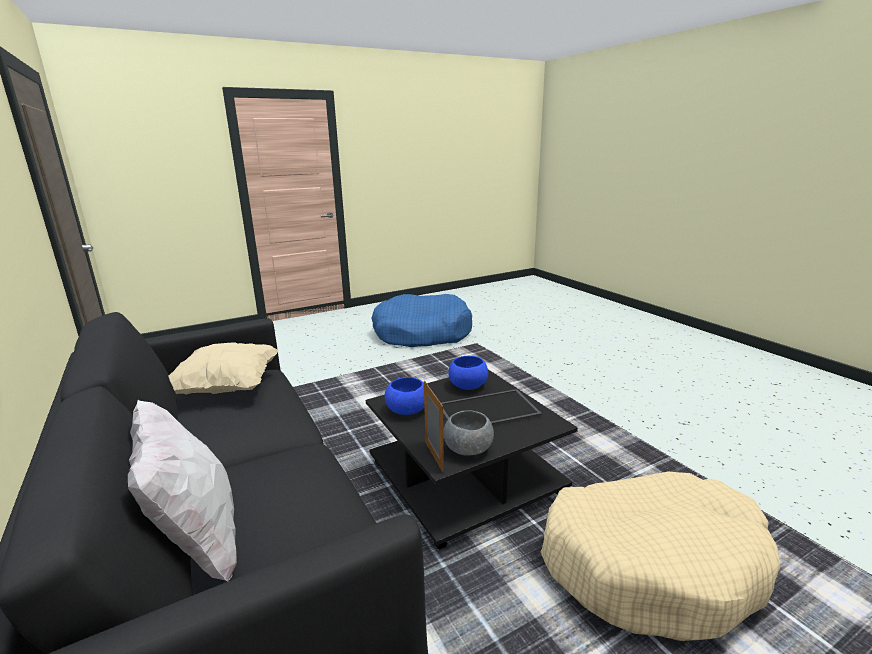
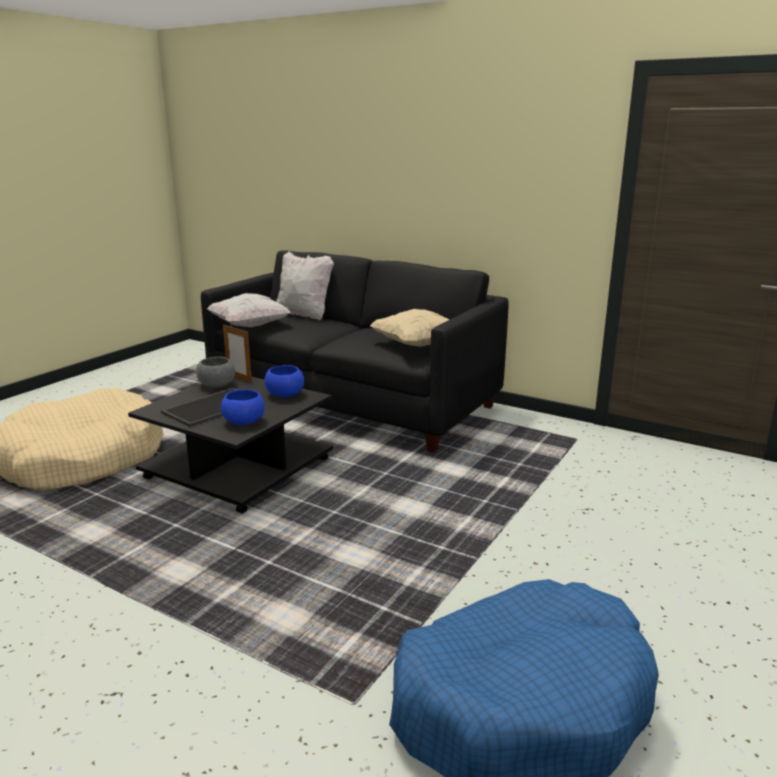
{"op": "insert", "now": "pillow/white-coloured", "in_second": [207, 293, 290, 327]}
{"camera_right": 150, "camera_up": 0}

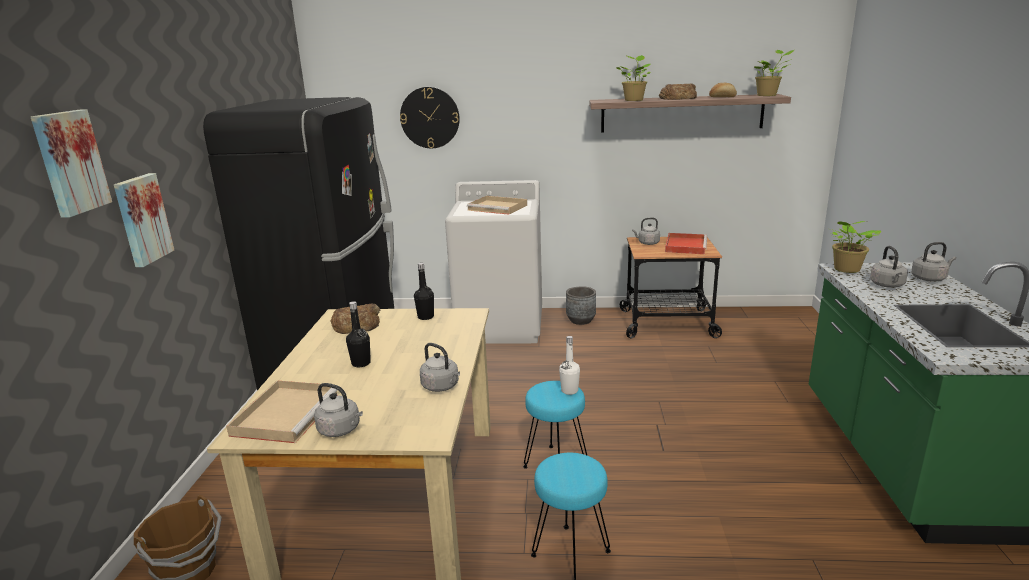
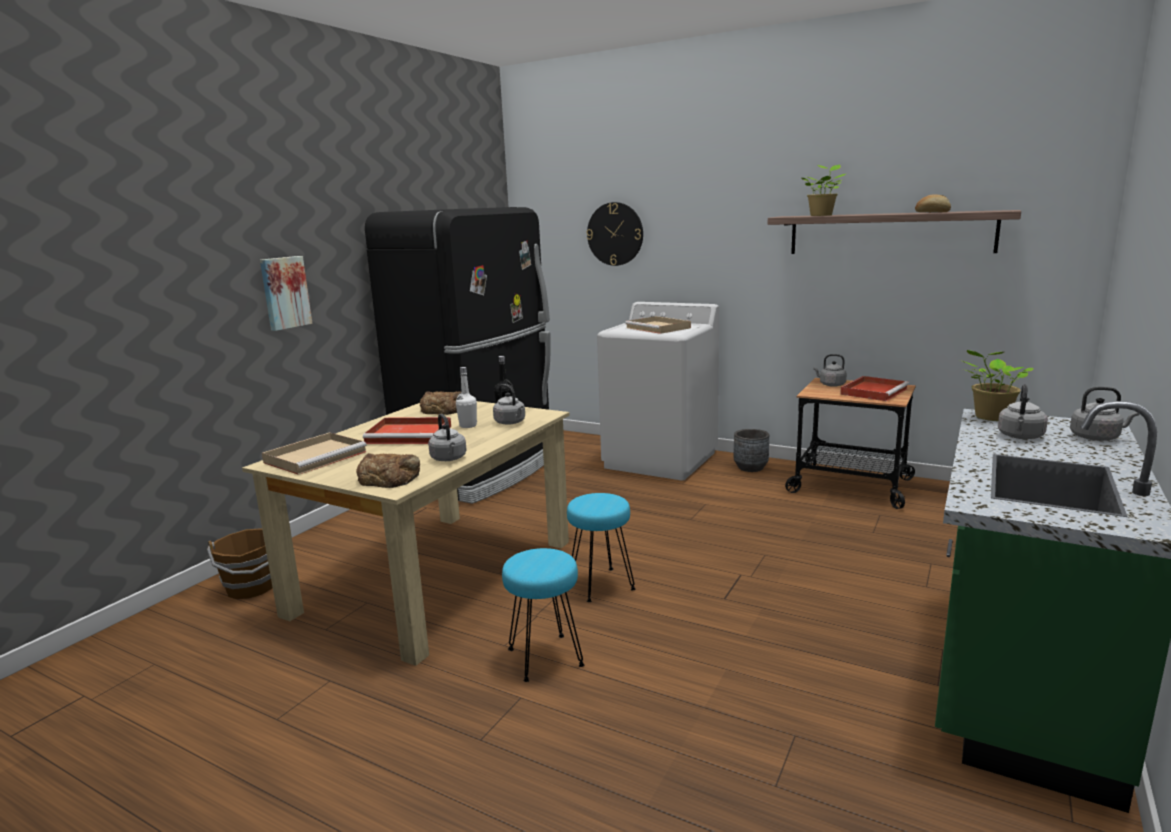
{"op": "delete", "was": "houseplant", "in_first": [754, 50, 794, 96]}
{"op": "move", "was": "baked bread", "in_first": [659, 84, 697, 100], "in_second": [356, 453, 420, 488]}
{"op": "delete", "was": "wall picture", "in_first": [31, 109, 112, 218]}
{"op": "replace", "was": "beverage bottle/black-coloured", "now": "tray/reddish", "in_first": [346, 301, 371, 367], "in_second": [363, 417, 451, 444]}
{"op": "move", "was": "beverage bottle/white-coloured", "in_first": [559, 336, 580, 395], "in_second": [456, 367, 477, 428]}
{"op": "move", "was": "water kettle/greyish", "in_first": [314, 383, 363, 437], "in_second": [493, 384, 525, 425]}
{"camera_right": 25, "camera_up": -5}

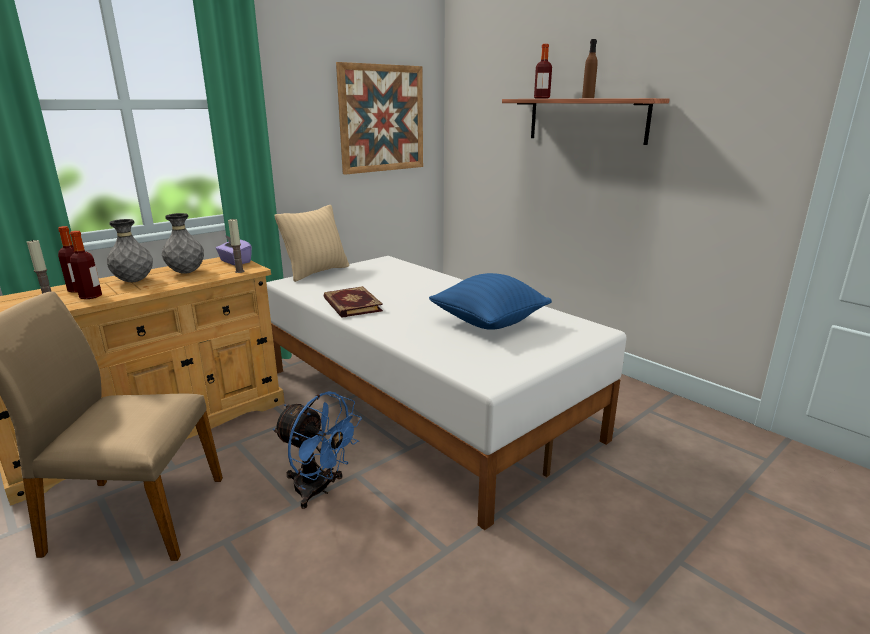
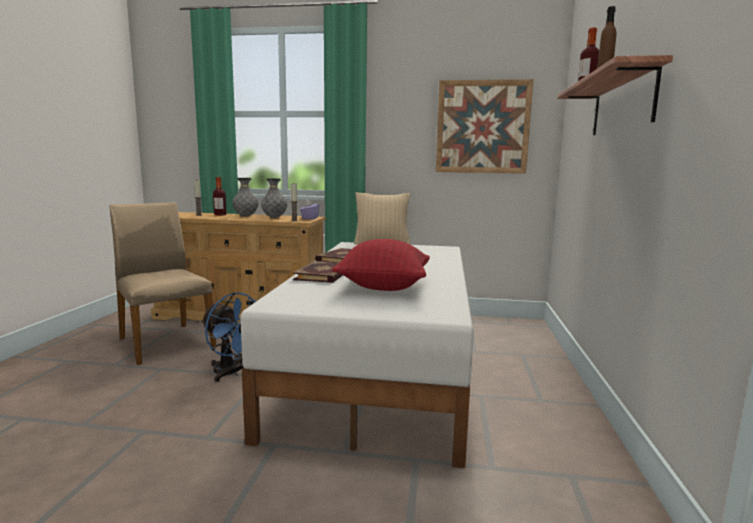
{"op": "delete", "was": "beverage bottle", "in_first": [70, 231, 102, 299]}
{"op": "recolor", "was": "pillow/bluish", "now": "pillow/reddish", "in_first": [429, 273, 552, 330], "in_second": [332, 239, 430, 291]}
{"op": "rotate", "was": "cooling fan/bluish", "in_first": [273, 391, 362, 509], "in_second": [201, 292, 257, 382], "clockwise": -45}
{"op": "insert", "now": "volume", "in_second": [293, 261, 343, 283]}
{"camera_right": 50, "camera_up": -10}

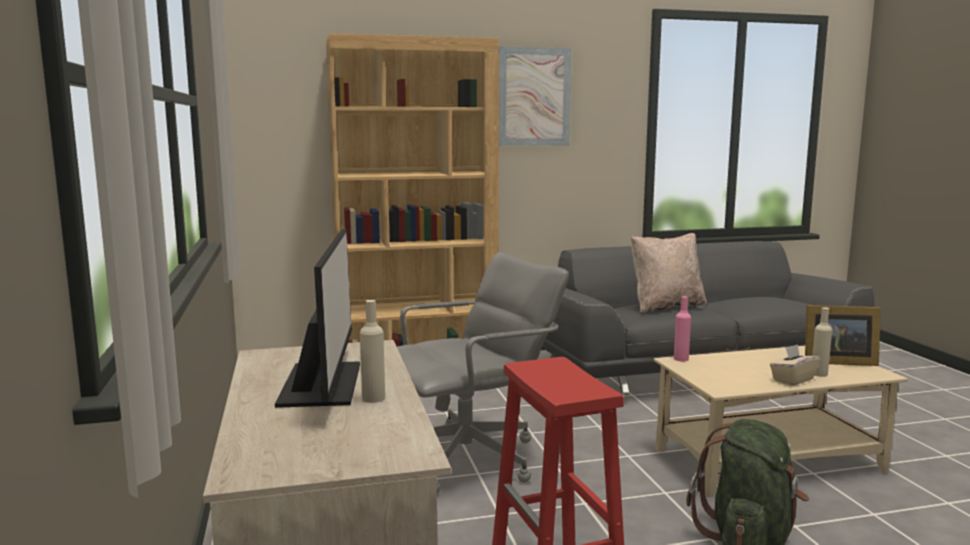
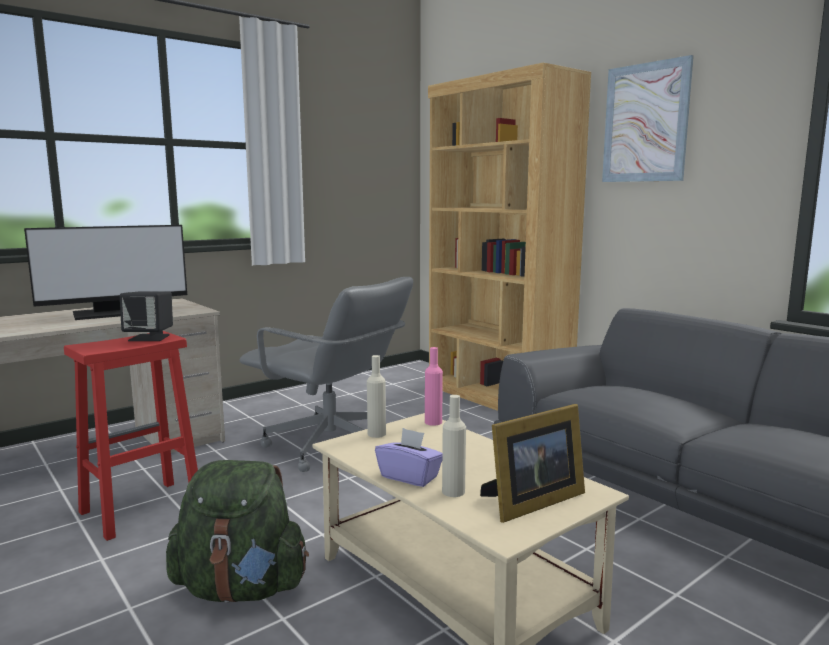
{"op": "delete", "was": "pillow/sand-coloured", "in_first": [631, 233, 707, 313]}
{"op": "move", "was": "beverage bottle/sand-coloured", "in_first": [360, 300, 385, 403], "in_second": [367, 355, 386, 438]}
{"op": "rotate", "was": "standing frame", "in_first": [805, 305, 881, 366], "in_second": [480, 404, 585, 523], "clockwise": -105}
{"op": "recolor", "was": "box of tissues/sand-coloured", "now": "box of tissues/purple-coloured", "in_first": [770, 344, 820, 386], "in_second": [375, 428, 442, 487]}
{"op": "insert", "now": "speaker/black-coloured", "in_second": [120, 292, 173, 341]}
{"camera_right": 65, "camera_up": 0}

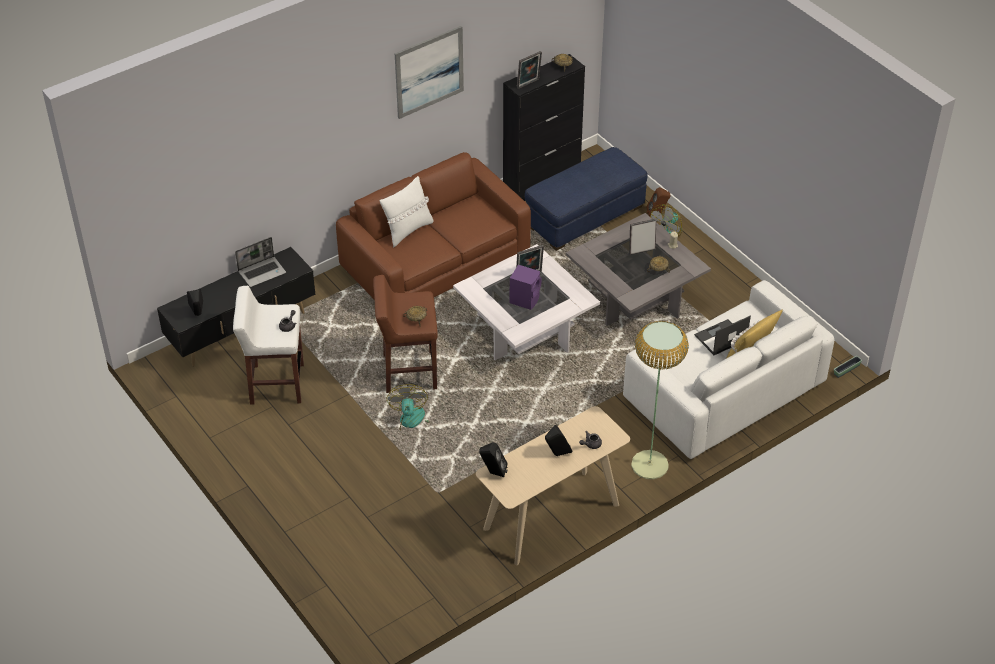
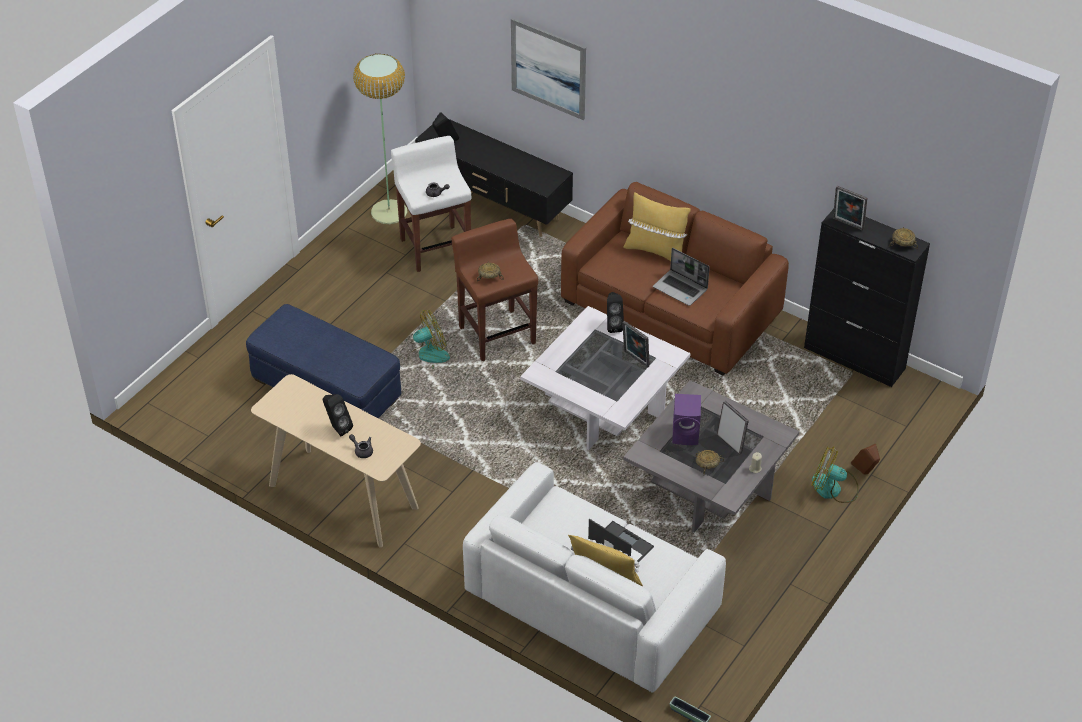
{"op": "move", "was": "wall picture", "in_first": [395, 26, 464, 119], "in_second": [511, 18, 586, 120]}
{"op": "move", "was": "ottoman/bluish", "in_first": [525, 147, 648, 251], "in_second": [246, 304, 402, 418]}
{"op": "recolor", "was": "pillow/white-coloured", "now": "pillow/yellowish", "in_first": [380, 176, 434, 247], "in_second": [623, 192, 691, 261]}
{"op": "move", "was": "portable computer", "in_first": [235, 237, 286, 287], "in_second": [653, 248, 710, 306]}
{"op": "move", "was": "speaker/purple-coloured", "in_first": [510, 265, 541, 310], "in_second": [672, 394, 701, 445]}
{"op": "move", "was": "standing lamp", "in_first": [631, 321, 689, 479], "in_second": [353, 54, 408, 224]}
{"op": "move", "was": "speaker/black-coloured", "in_first": [479, 442, 508, 477], "in_second": [607, 292, 624, 333]}
{"camera_right": 70, "camera_up": 0}

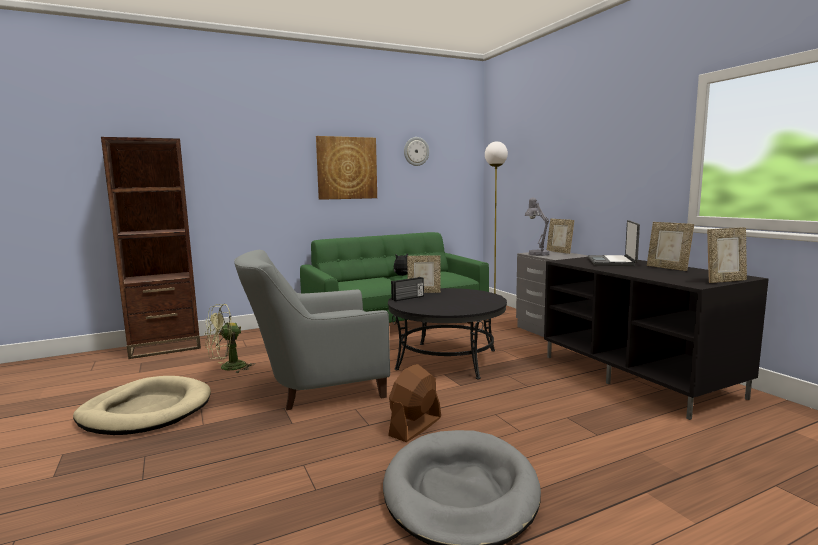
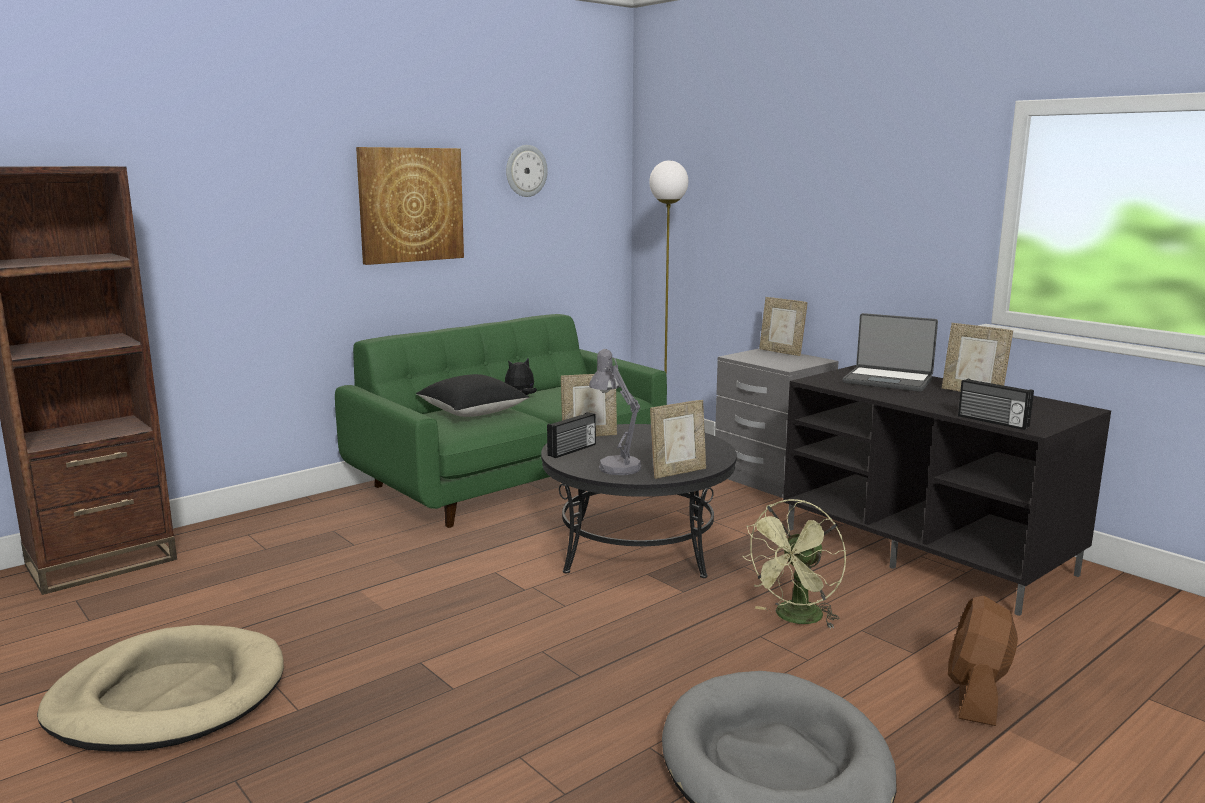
{"op": "move", "was": "tabletop lamp/greyish", "in_first": [525, 197, 550, 256], "in_second": [589, 349, 641, 475]}
{"op": "rotate", "was": "portable computer", "in_first": [588, 220, 640, 266], "in_second": [843, 313, 938, 392], "clockwise": -60}
{"op": "move", "was": "standing frame", "in_first": [707, 227, 747, 283], "in_second": [650, 400, 706, 479]}
{"op": "delete", "was": "easy chair/greyish", "in_first": [234, 250, 390, 410]}
{"op": "move", "was": "cooling fan/green", "in_first": [205, 304, 255, 373], "in_second": [742, 499, 846, 629]}
{"op": "move", "was": "cooling fan/brown", "in_first": [388, 364, 441, 442], "in_second": [948, 596, 1018, 726]}
{"op": "insert", "now": "pillow/black-coloured", "in_second": [416, 374, 529, 417]}
{"op": "insert", "now": "radio receiver", "in_second": [958, 379, 1034, 430]}
{"camera_right": -15, "camera_up": 5}

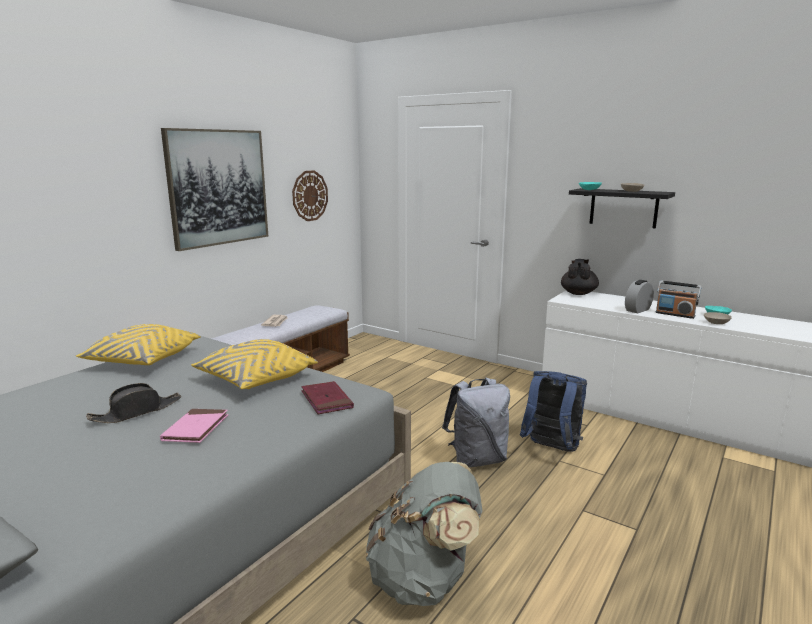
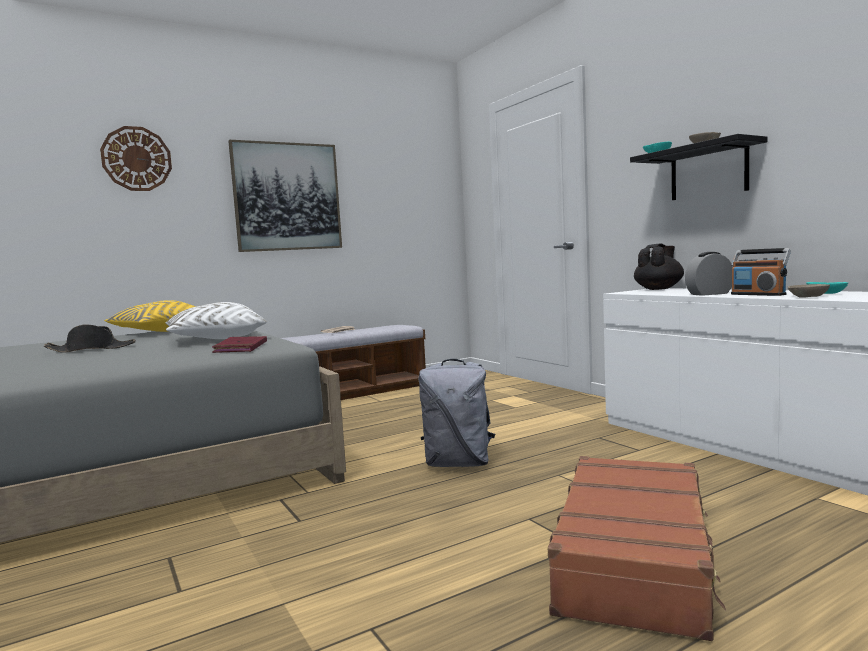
{"op": "move", "was": "hanging clock", "in_first": [292, 170, 328, 221], "in_second": [100, 126, 172, 191]}
{"op": "recolor", "was": "pillow/yellowish", "now": "pillow/white-coloured", "in_first": [191, 339, 318, 389], "in_second": [165, 302, 267, 339]}
{"op": "delete", "was": "rucksack/bluish", "in_first": [520, 371, 587, 451]}
{"op": "delete", "was": "volume/pink", "in_first": [160, 409, 228, 443]}
{"op": "delete", "was": "rucksack/greyish", "in_first": [365, 462, 482, 606]}
{"op": "insert", "now": "suitcase/brown", "in_second": [548, 456, 726, 641]}
{"camera_right": 25, "camera_up": -10}

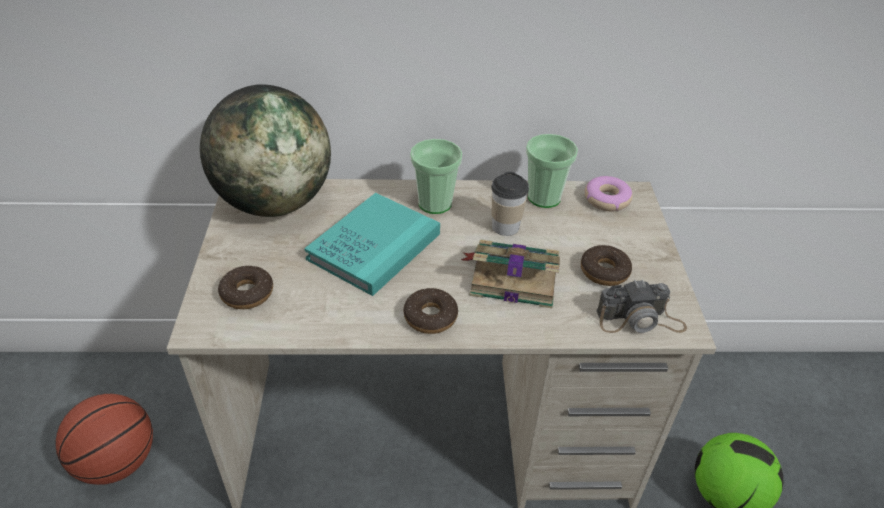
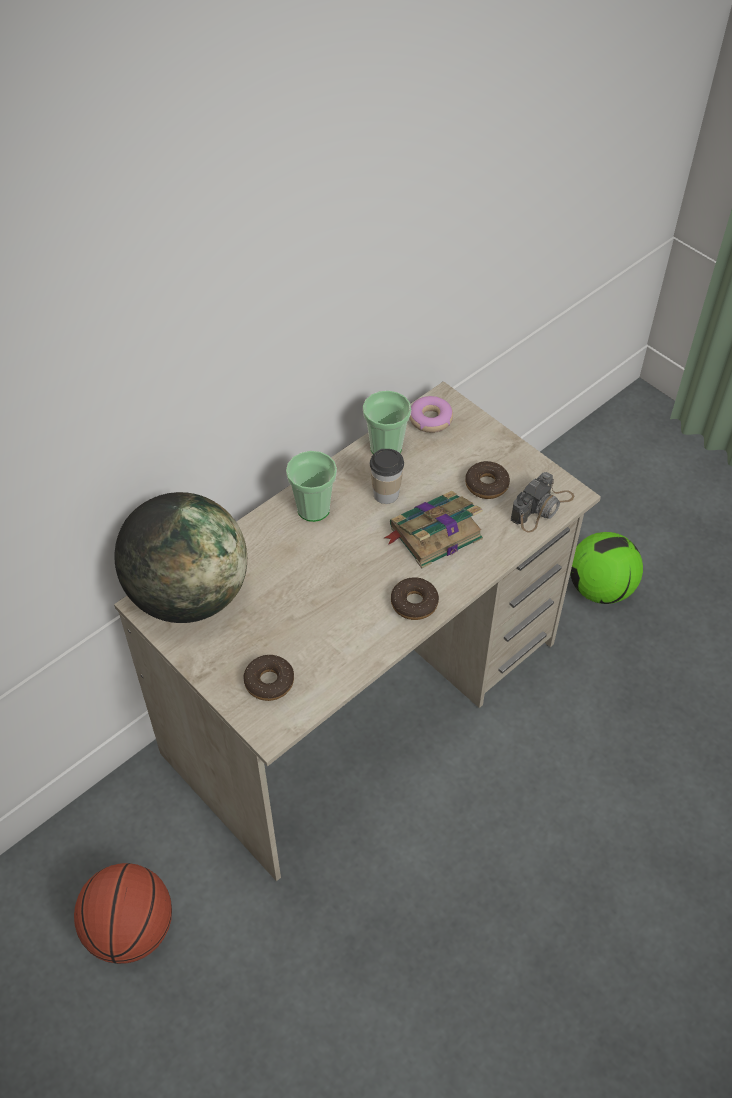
{"op": "delete", "was": "volume/blue-green", "in_first": [304, 193, 440, 296]}
{"camera_right": -40, "camera_up": 10}

